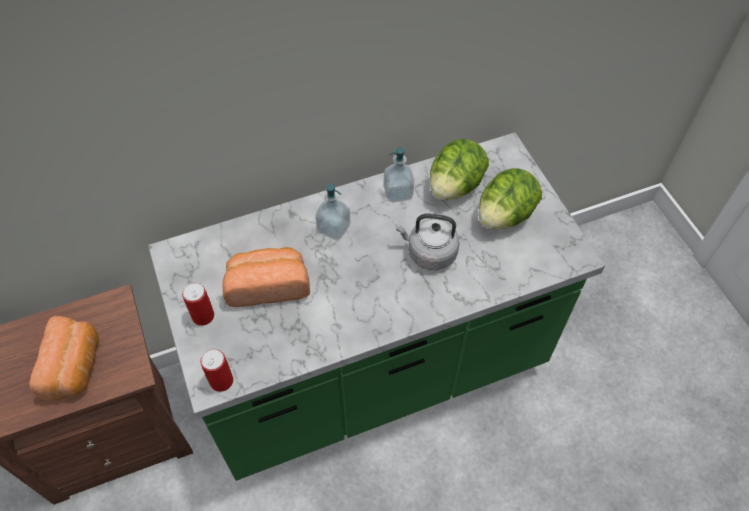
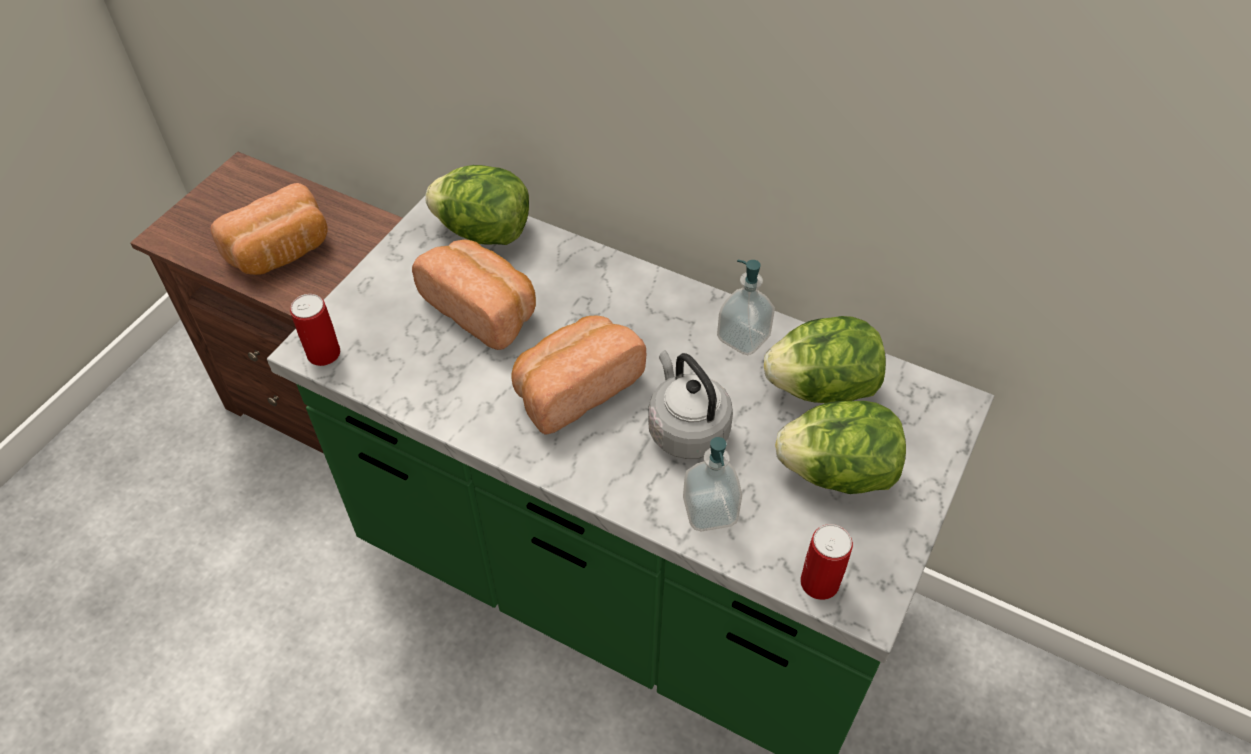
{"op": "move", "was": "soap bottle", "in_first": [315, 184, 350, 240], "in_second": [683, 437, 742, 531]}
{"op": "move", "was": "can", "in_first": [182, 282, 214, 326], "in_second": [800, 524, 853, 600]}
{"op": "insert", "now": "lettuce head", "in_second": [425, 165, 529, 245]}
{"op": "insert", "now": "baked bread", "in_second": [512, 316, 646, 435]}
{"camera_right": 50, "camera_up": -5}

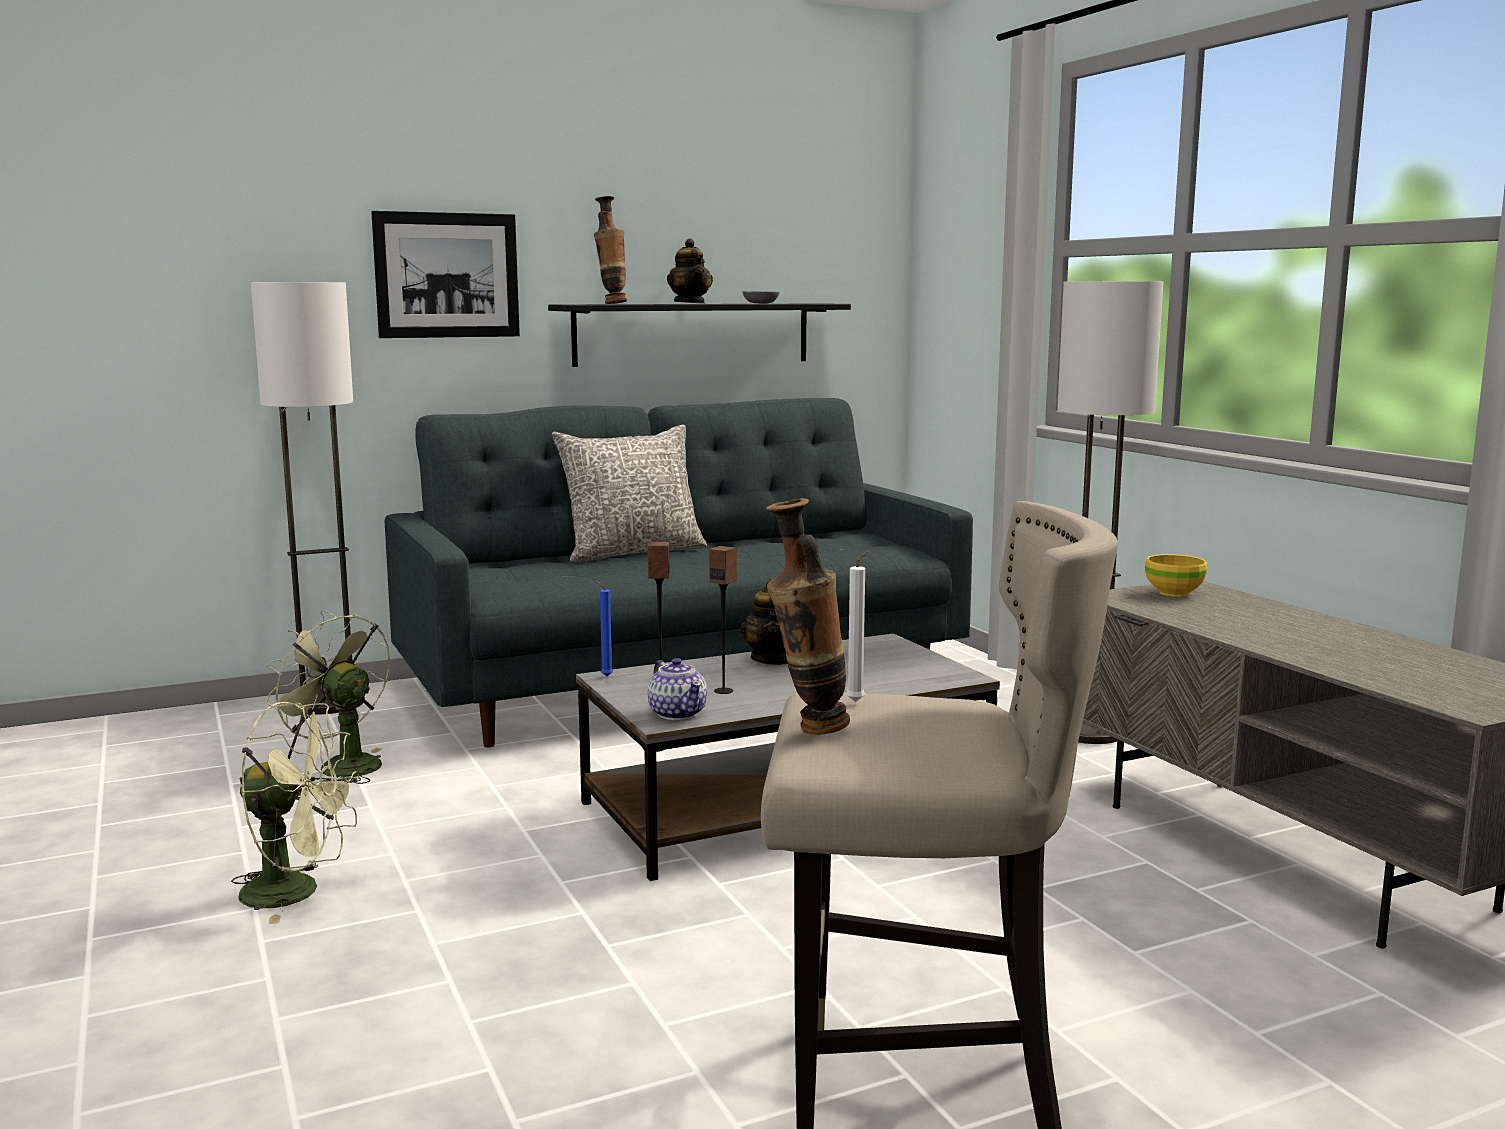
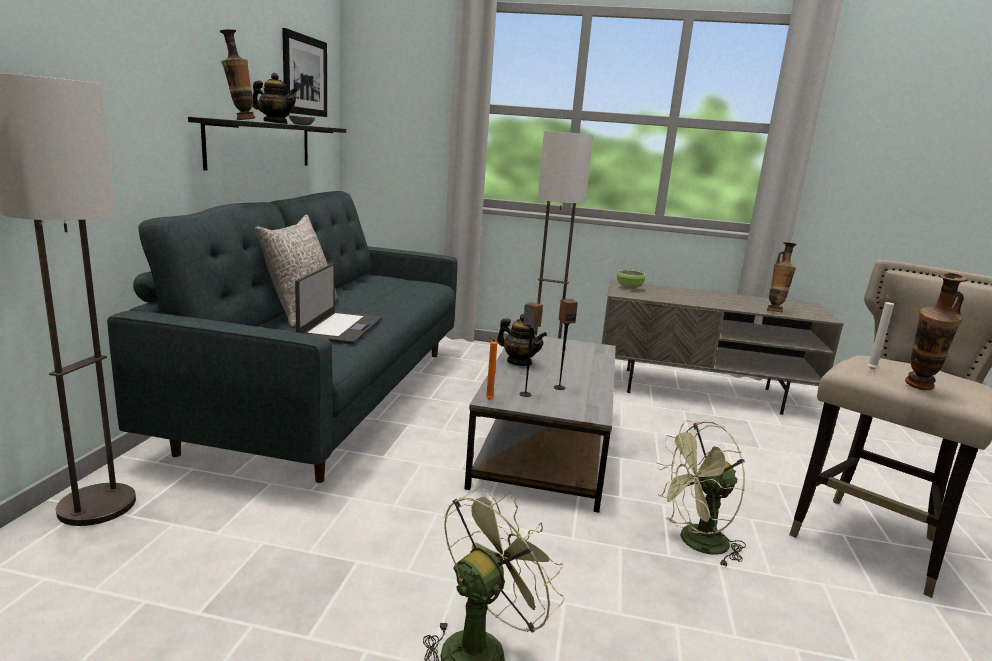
{"op": "move", "was": "wall picture", "in_first": [371, 211, 520, 338], "in_second": [282, 28, 327, 117]}
{"op": "recolor", "was": "bowl/yellowish", "now": "bowl/green", "in_first": [1145, 554, 1207, 596], "in_second": [617, 270, 645, 290]}
{"op": "recolor", "was": "candle/bluish", "now": "candle/orangey", "in_first": [595, 580, 613, 676], "in_second": [486, 337, 497, 400]}
{"op": "move", "was": "cooling fan/green", "in_first": [266, 610, 390, 784], "in_second": [656, 420, 746, 567]}
{"op": "delete", "was": "pot for tea", "in_first": [648, 658, 707, 720]}
{"op": "insert", "now": "decorative vase", "in_second": [767, 242, 797, 312]}
{"op": "insert", "now": "portable computer", "in_second": [295, 263, 382, 345]}
{"camera_right": -55, "camera_up": 5}

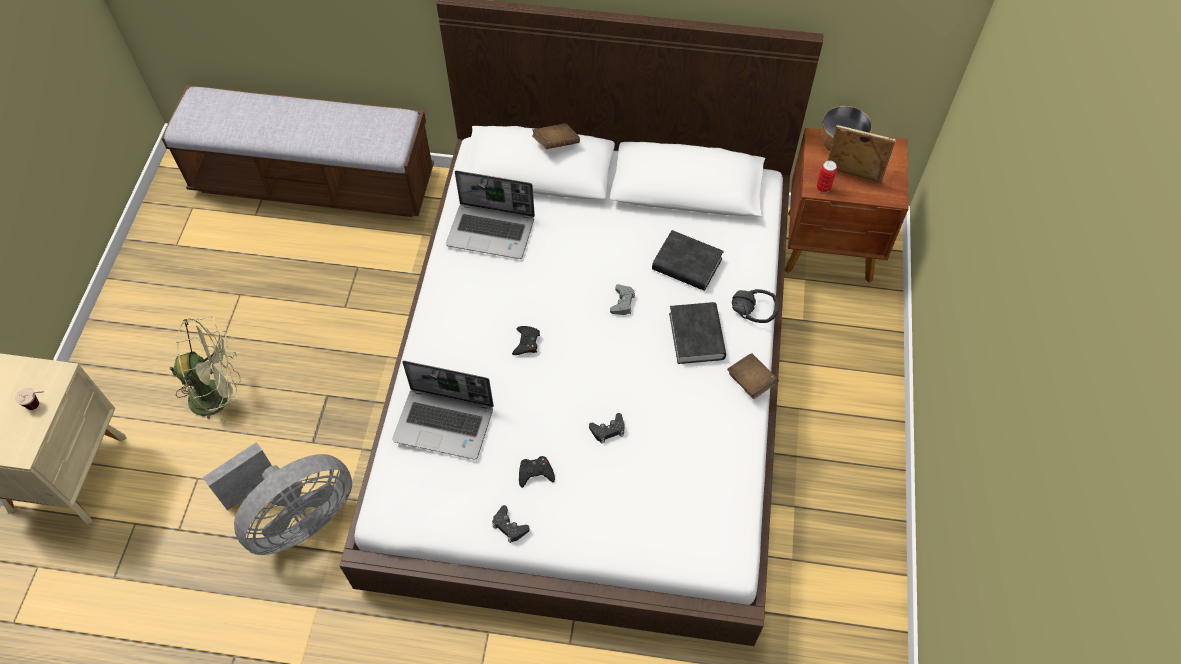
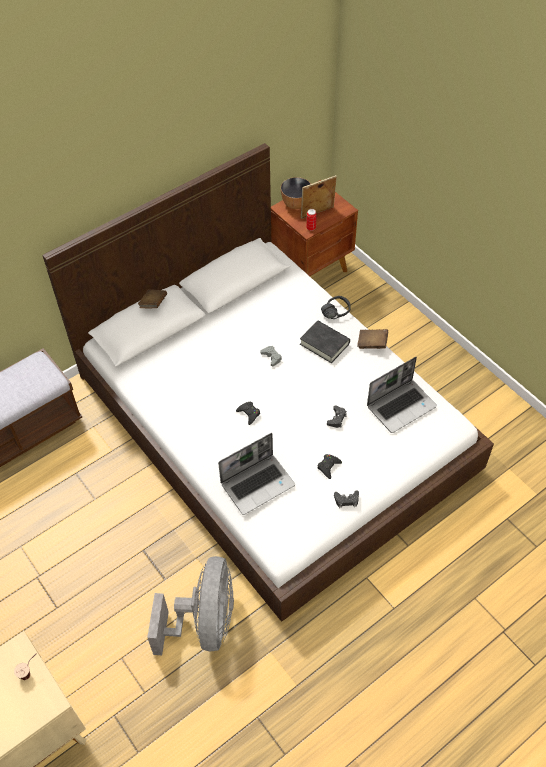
{"op": "move", "was": "portable computer", "in_first": [446, 171, 535, 259], "in_second": [367, 357, 437, 433]}
{"op": "delete", "was": "volume/black-coloured", "in_first": [652, 230, 724, 291]}
{"op": "delete", "was": "cooling fan/green", "in_first": [170, 316, 241, 428]}
{"camera_right": -45, "camera_up": -5}

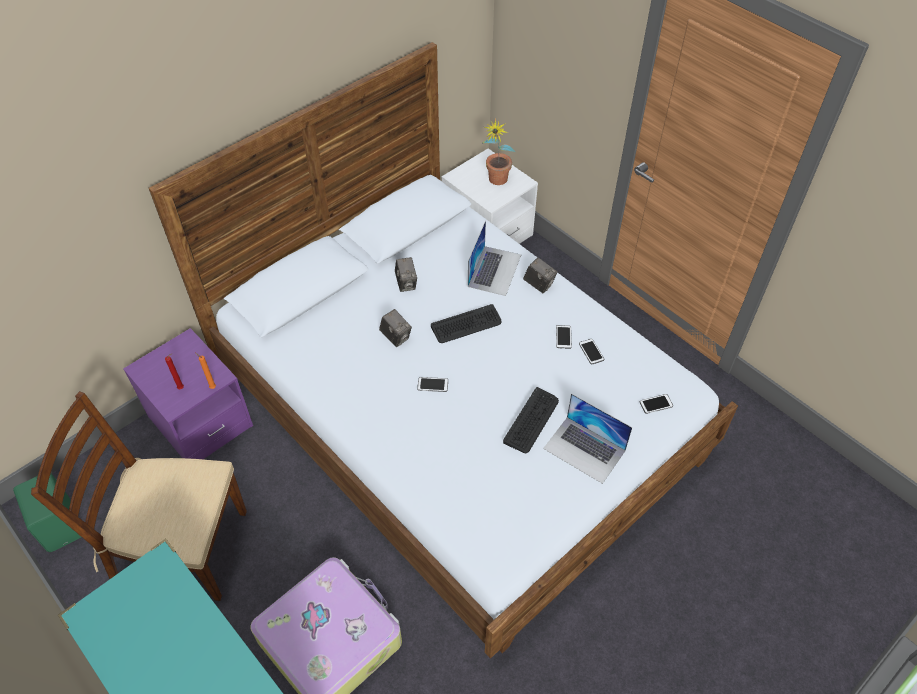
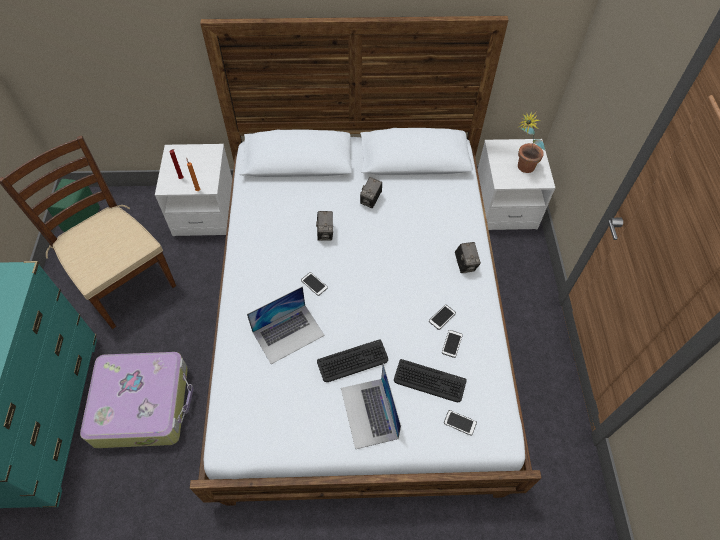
{"op": "move", "was": "portable computer", "in_first": [468, 220, 521, 296], "in_second": [247, 286, 325, 364]}
{"op": "move", "was": "keyboard", "in_first": [431, 304, 502, 343], "in_second": [394, 359, 467, 402]}
{"op": "recolor", "was": "night table/purple-coloured", "now": "night table/white-coloured", "in_first": [123, 328, 253, 459], "in_second": [155, 144, 232, 236]}
{"camera_right": 40, "camera_up": 5}

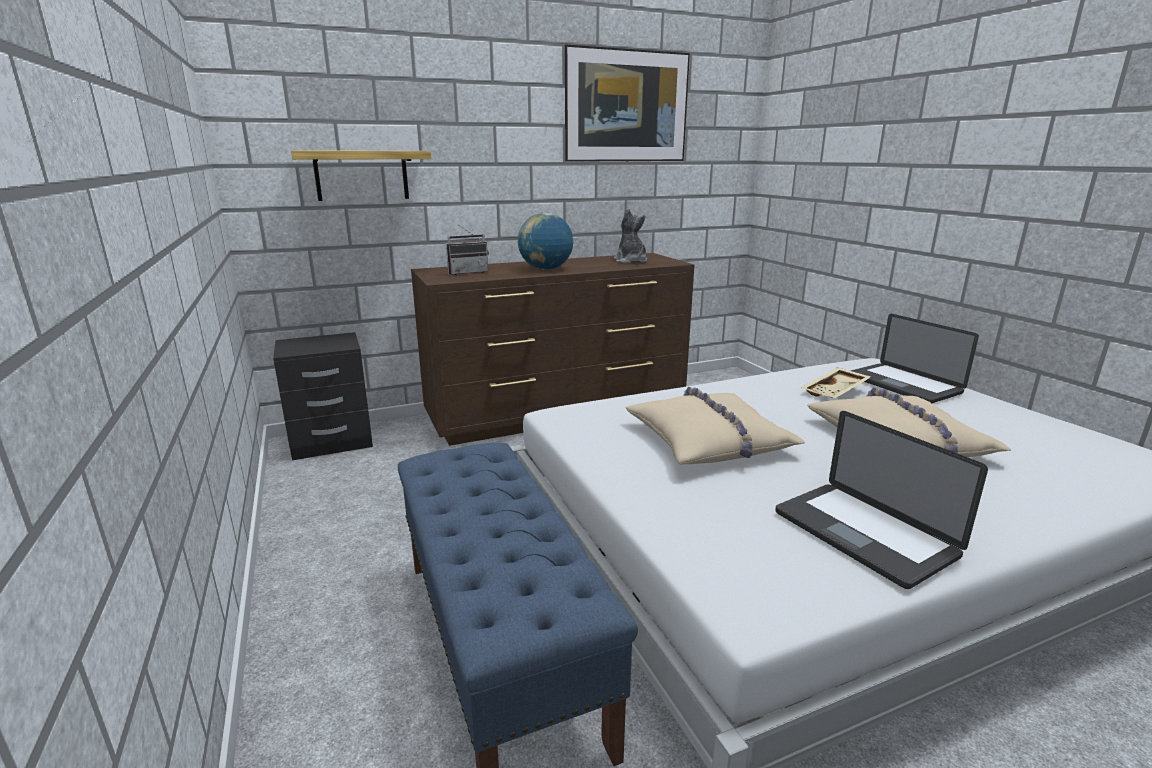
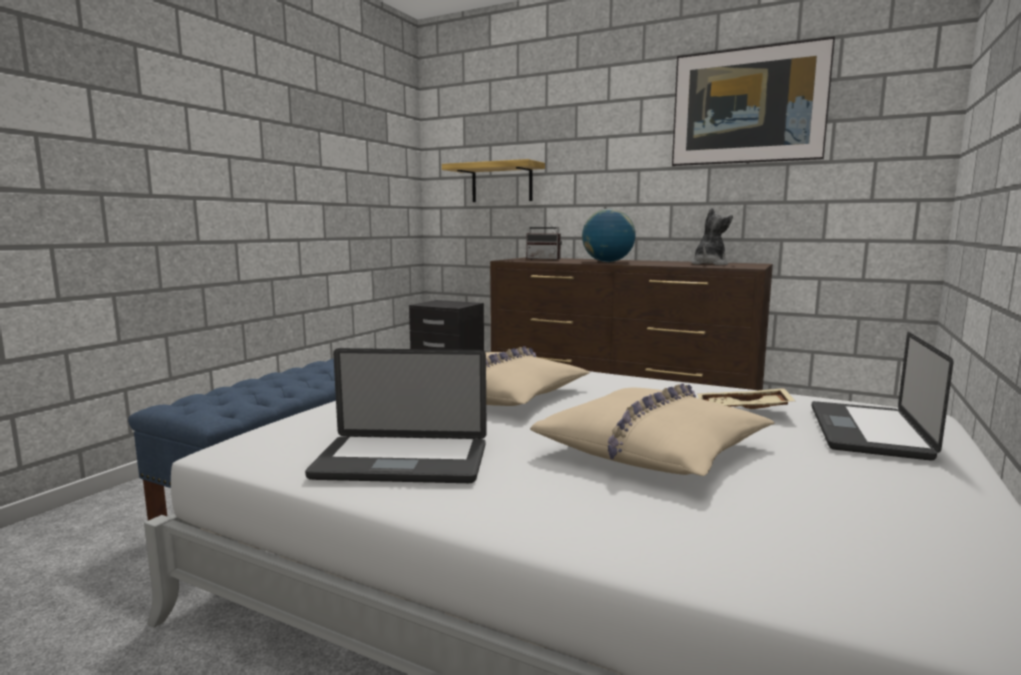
{"op": "rotate", "was": "portable computer", "in_first": [775, 411, 988, 589], "in_second": [305, 348, 487, 483], "clockwise": -105}
{"camera_right": 50, "camera_up": -10}

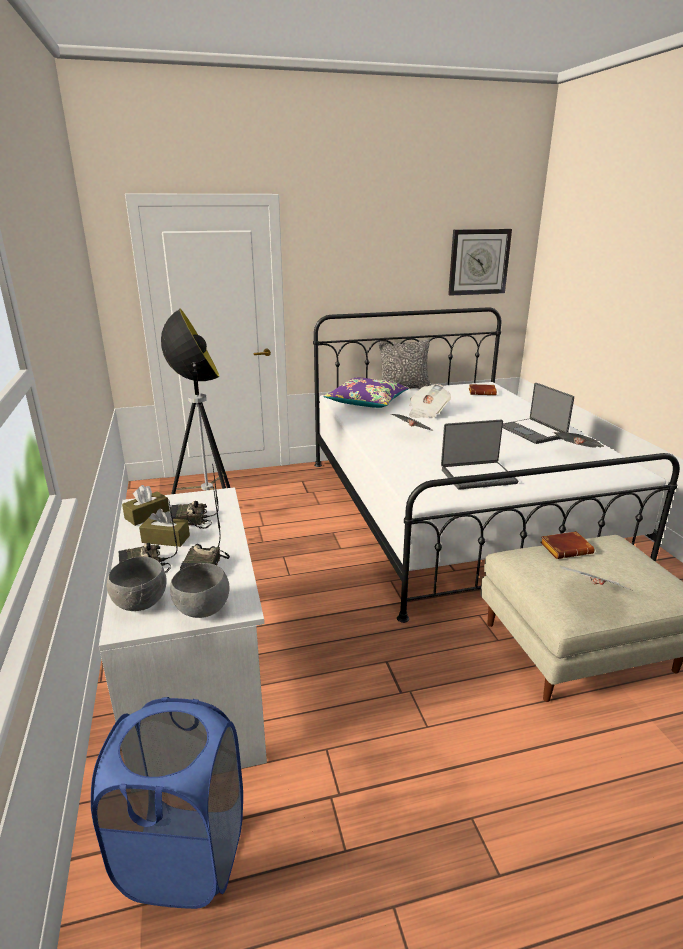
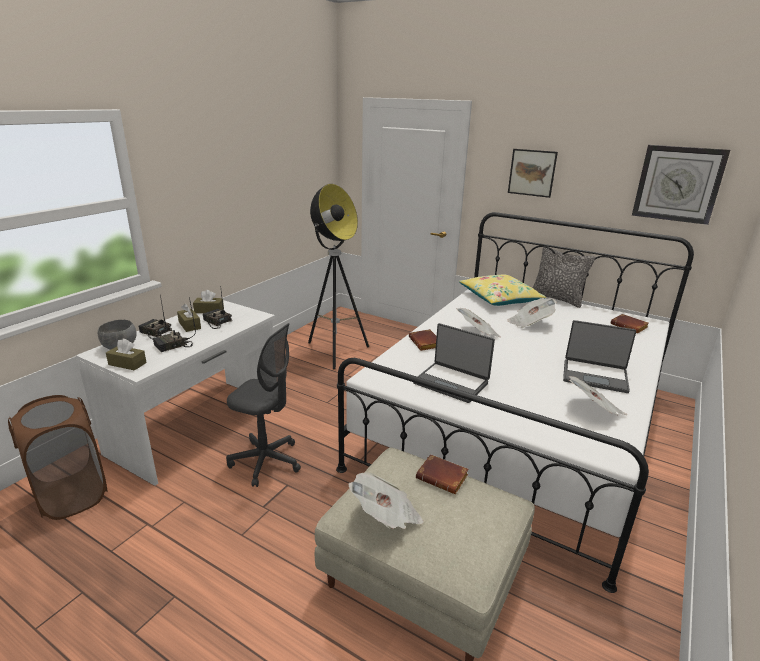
{"op": "recolor", "was": "pillow/purple-coloured", "now": "pillow/yellowish", "in_first": [324, 378, 409, 408], "in_second": [459, 275, 546, 306]}
{"op": "rotate", "was": "portable computer", "in_first": [502, 383, 574, 444], "in_second": [563, 320, 636, 393], "clockwise": -90}
{"op": "replace", "was": "bowl/greyish", "now": "box of tissues/brown", "in_first": [170, 563, 230, 618], "in_second": [106, 339, 147, 371]}
{"op": "recolor", "was": "hamper/bluish", "now": "hamper/brown", "in_first": [91, 697, 243, 909], "in_second": [8, 395, 108, 520]}
{"op": "insert", "now": "wall picture", "in_second": [508, 149, 558, 198]}
{"op": "insert", "now": "office chair/greyish", "in_second": [226, 323, 301, 487]}
{"op": "insert", "now": "volume/brown", "in_second": [409, 329, 437, 351]}
{"camera_right": 45, "camera_up": 0}

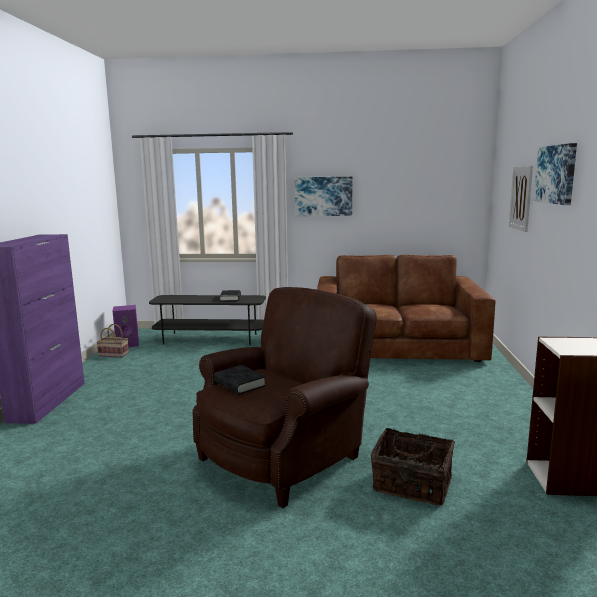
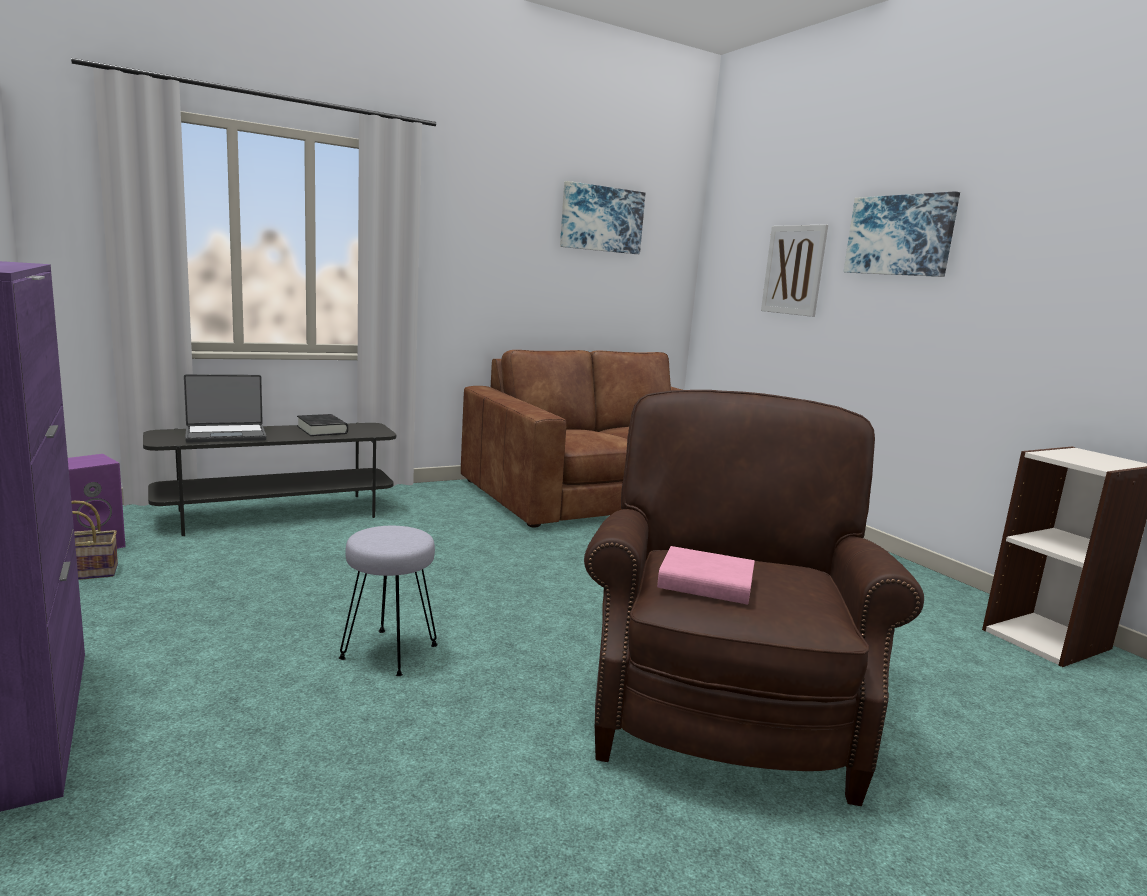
{"op": "move", "was": "wall picture", "in_first": [295, 177, 352, 216], "in_second": [560, 181, 646, 254]}
{"op": "recolor", "was": "volume/black-coloured", "now": "volume/pink", "in_first": [214, 365, 266, 394], "in_second": [657, 546, 755, 604]}
{"op": "delete", "was": "storage basket", "in_first": [371, 428, 455, 505]}
{"op": "insert", "now": "portable computer", "in_second": [184, 374, 266, 443]}
{"op": "insert", "now": "sitting stool/greyish", "in_second": [339, 526, 438, 676]}
{"camera_right": -35, "camera_up": 0}

